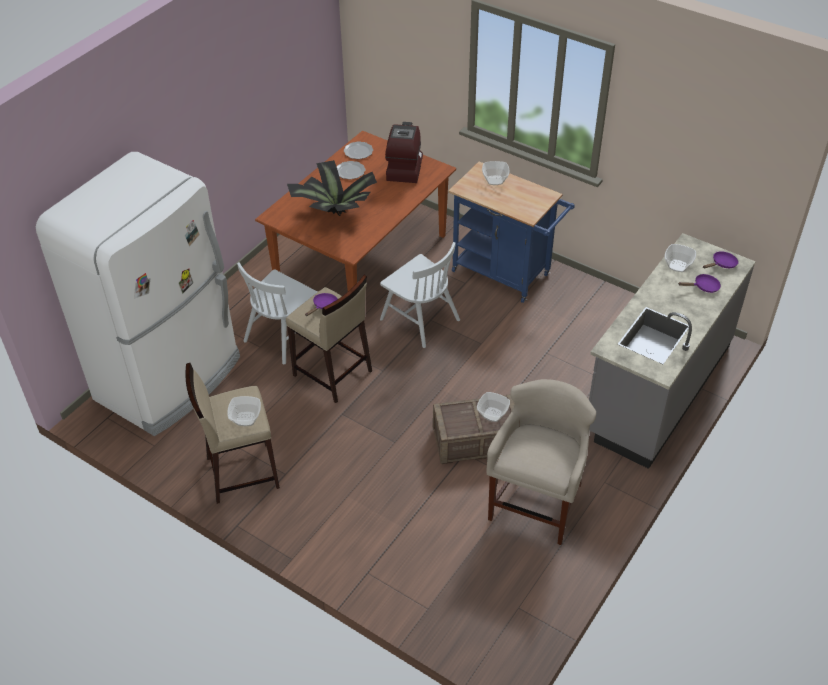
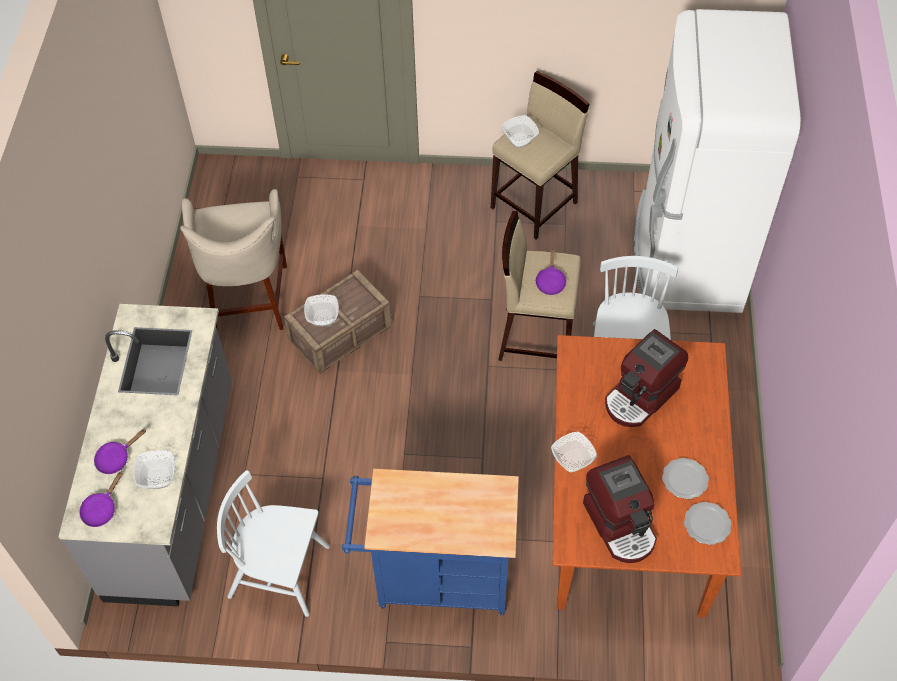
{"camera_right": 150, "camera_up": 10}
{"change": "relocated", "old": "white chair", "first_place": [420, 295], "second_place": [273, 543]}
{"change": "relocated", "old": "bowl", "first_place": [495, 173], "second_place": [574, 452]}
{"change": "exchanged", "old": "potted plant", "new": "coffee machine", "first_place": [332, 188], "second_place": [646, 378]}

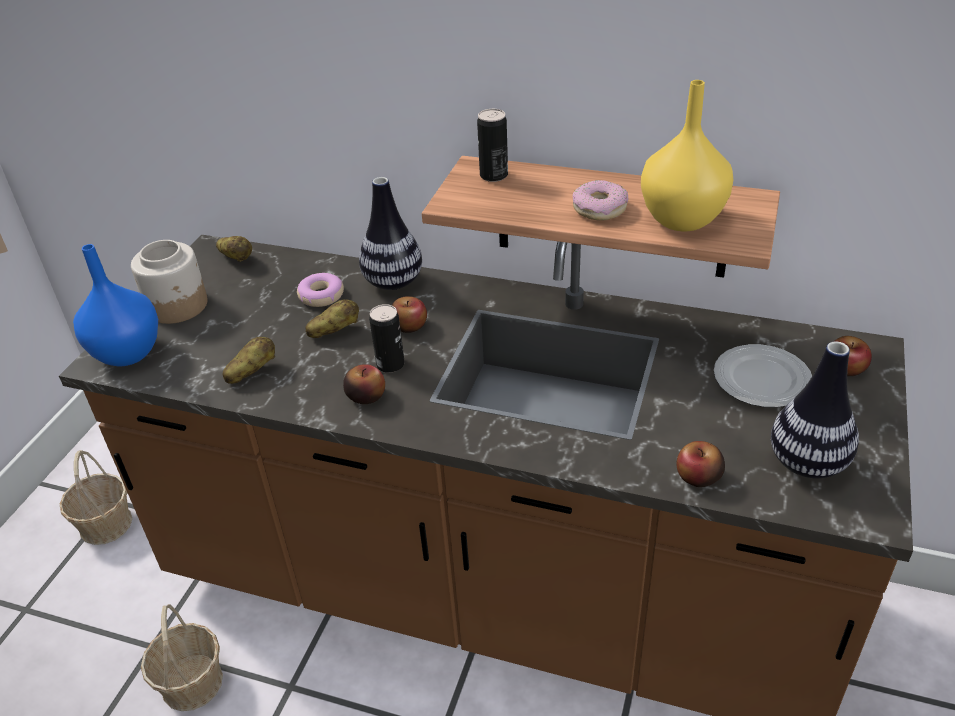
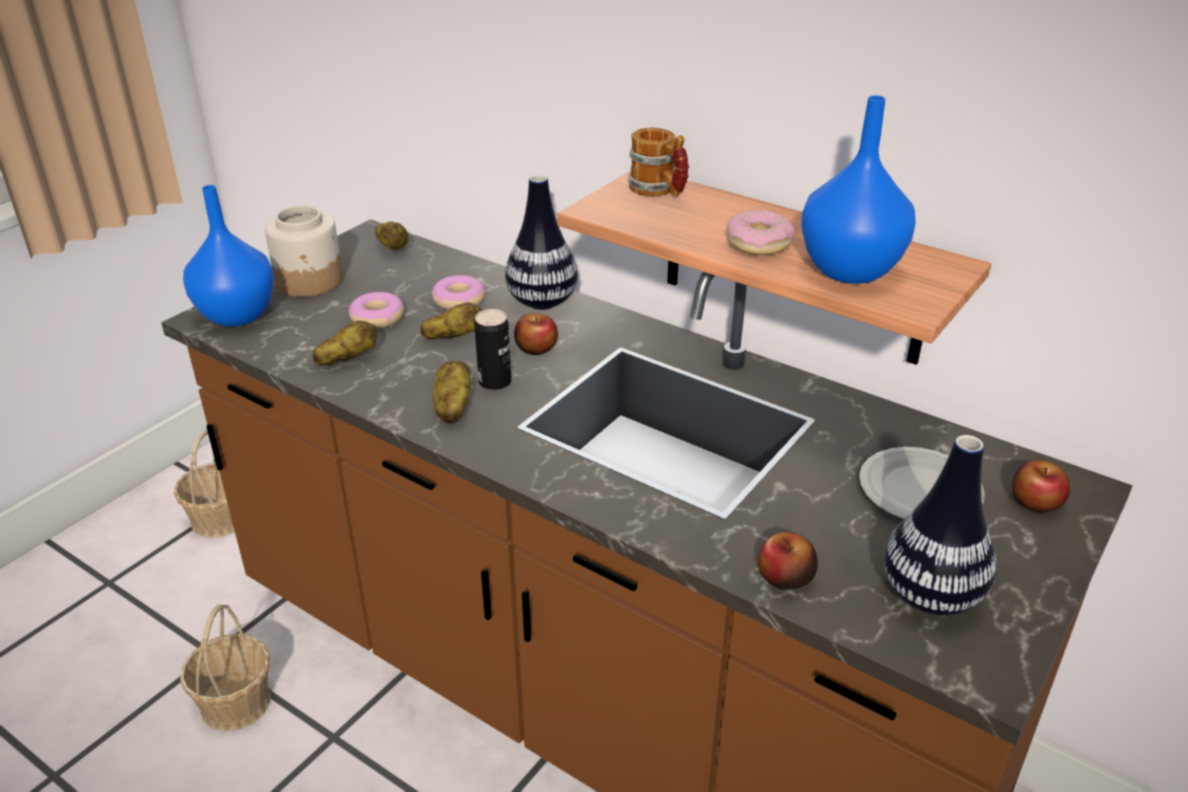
{"camera_right": 15, "camera_up": -5}
{"change": "appeared", "new": "donut", "second_place": [376, 310]}
{"change": "exchanged", "old": "apple", "new": "potato", "first_place": [364, 384], "second_place": [452, 392]}
{"change": "exchanged", "old": "can", "new": "mug", "first_place": [492, 145], "second_place": [658, 162]}
{"change": "colour", "old": "yellow vase", "new": "blue vase", "first_place": [687, 155], "second_place": [858, 189]}

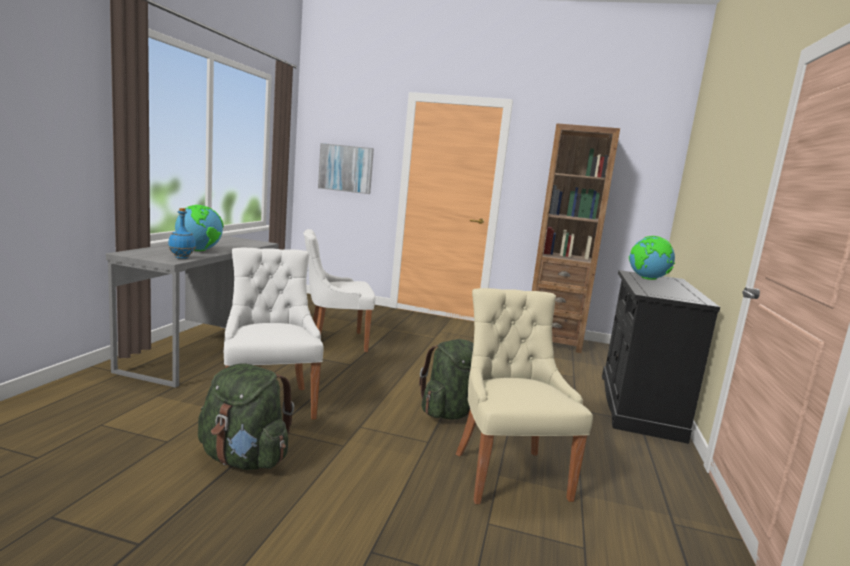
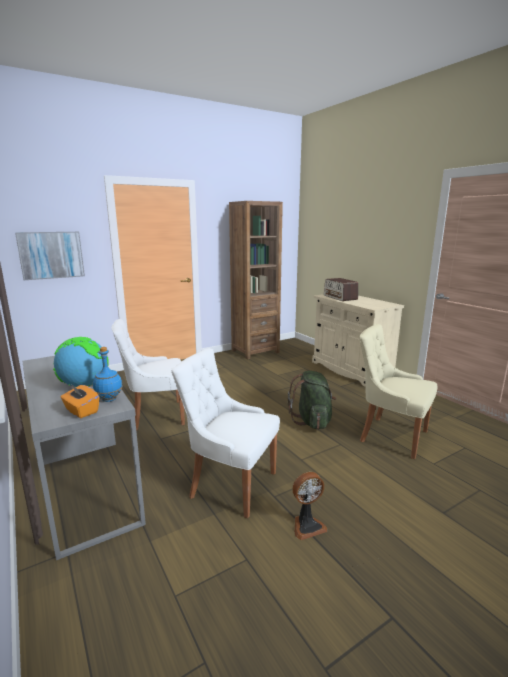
{"camera_right": -45, "camera_up": 5}
{"change": "appeared", "new": "orange tissue box", "second_place": [79, 401]}
{"change": "exchanged", "old": "green backpack", "new": "fan", "first_place": [246, 416], "second_place": [309, 506]}
{"change": "exchanged", "old": "globe", "new": "radio", "first_place": [652, 258], "second_place": [341, 289]}
{"change": "colour", "old": "black cabinet", "new": "beige cabinet", "first_place": [661, 357], "second_place": [358, 340]}
{"change": "spun", "old": "white chair", "first_place": [339, 290], "second_place": [148, 375], "degrees": 45}

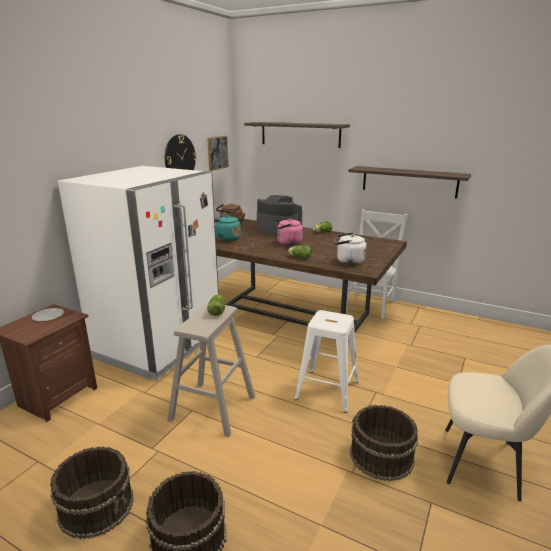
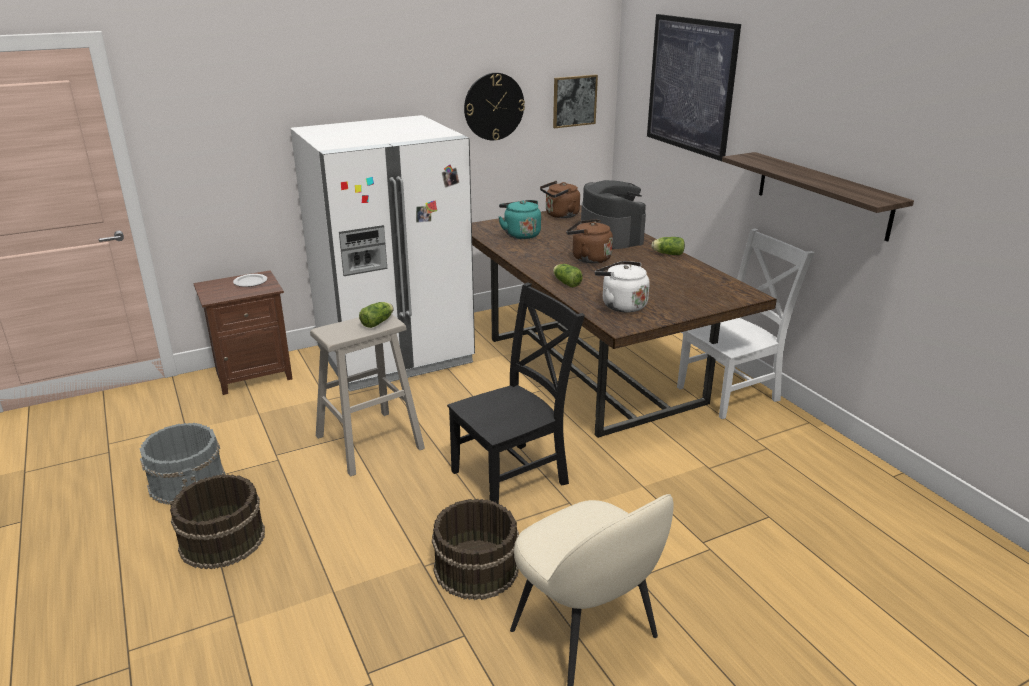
{"camera_right": 35, "camera_up": 5}
{"change": "exchanged", "old": "shelf", "new": "picture", "first_place": [297, 135], "second_place": [694, 87]}
{"change": "exchanged", "old": "white stool", "new": "black chair", "first_place": [326, 361], "second_place": [516, 393]}
{"change": "colour", "old": "brown bucket", "new": "grey bucket", "first_place": [92, 492], "second_place": [182, 464]}
{"change": "colour", "old": "pink kettle", "new": "brown kettle", "first_place": [288, 231], "second_place": [589, 241]}

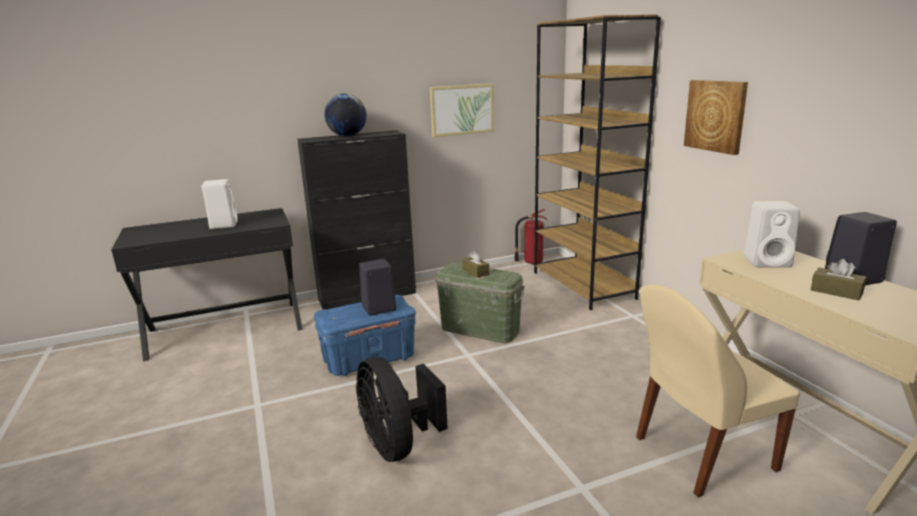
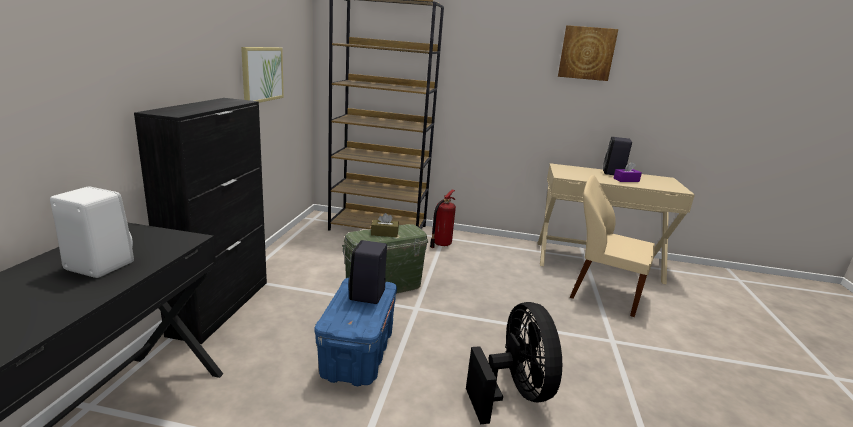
{"camera_right": -60, "camera_up": 0}
{"change": "missing", "old": "globe", "first_place": [345, 115]}
{"change": "missing", "old": "white speaker", "first_place": [772, 234]}
{"change": "relocated", "old": "fire extinguisher", "first_place": [530, 237], "second_place": [443, 218]}
{"change": "relocated", "old": "picture", "first_place": [716, 117], "second_place": [588, 53]}
{"change": "colour", "old": "brown tissue box", "new": "purple tissue box", "first_place": [839, 279], "second_place": [627, 172]}
{"change": "spun", "old": "black fan", "first_place": [402, 409], "second_place": [514, 363], "degrees": -105}
{"change": "spun", "old": "beige chair", "first_place": [718, 391], "second_place": [612, 246], "degrees": 105}

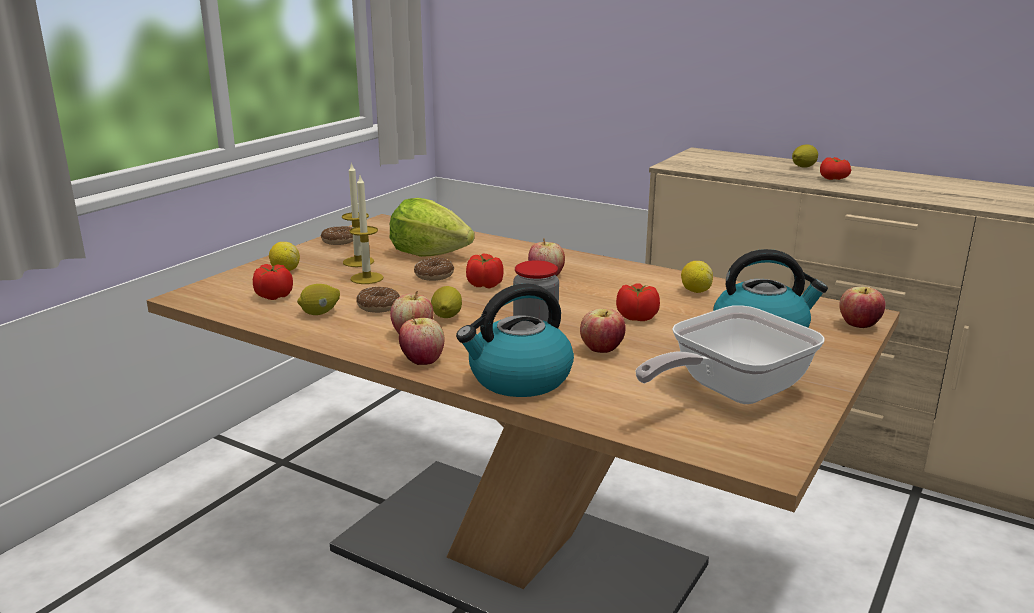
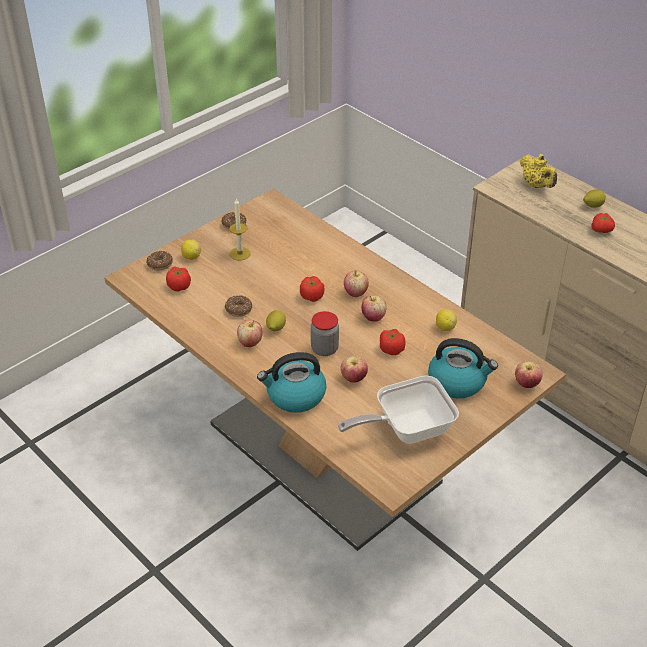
{"camera_right": 15, "camera_up": 20}
{"change": "missing", "old": "lemon", "first_place": [318, 299]}
{"change": "missing", "old": "candle", "first_place": [366, 230]}
{"change": "missing", "old": "lettuce", "first_place": [432, 227]}
{"change": "appeared", "new": "yellow teapot", "second_place": [538, 171]}
{"change": "relocated", "old": "apple", "first_place": [422, 340], "second_place": [374, 308]}
{"change": "relocated", "old": "donut", "first_place": [434, 269], "second_place": [159, 260]}

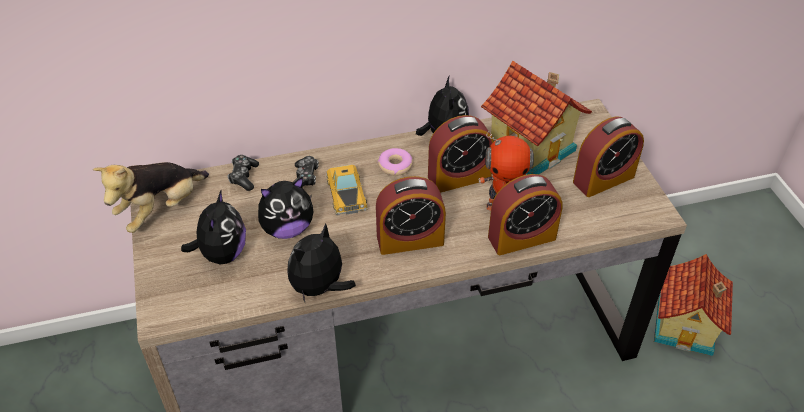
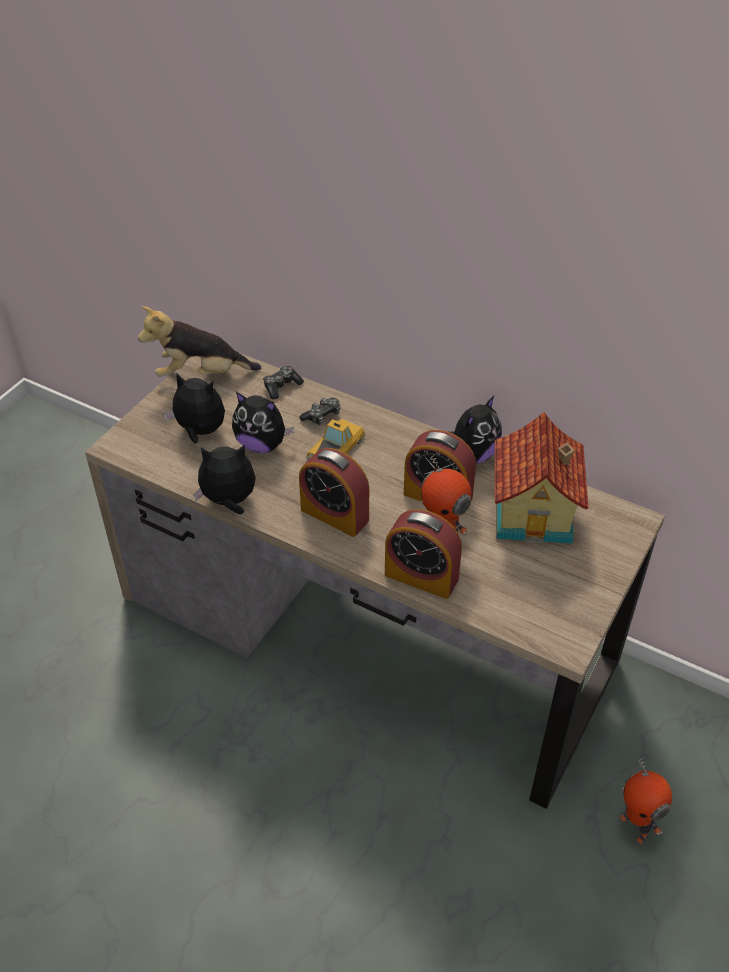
{"camera_right": 45, "camera_up": 0}
{"change": "missing", "old": "donut", "first_place": [395, 162]}
{"change": "missing", "old": "alarm clock", "first_place": [608, 157]}
{"change": "exchanged", "old": "toy house", "new": "toy robot", "first_place": [693, 305], "second_place": [646, 801]}
{"change": "spun", "old": "plush toy", "first_place": [213, 226], "second_place": [194, 408], "degrees": -120}

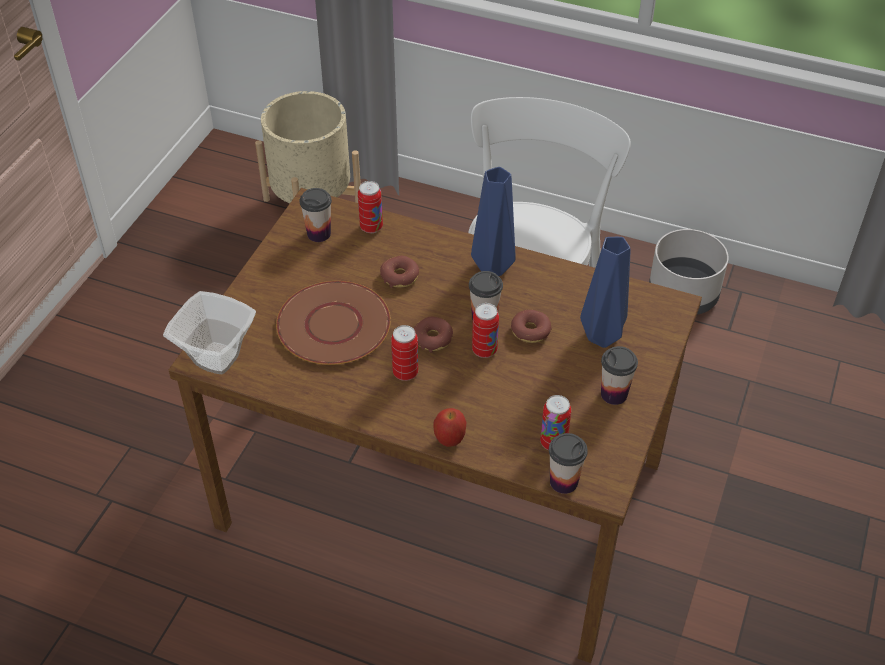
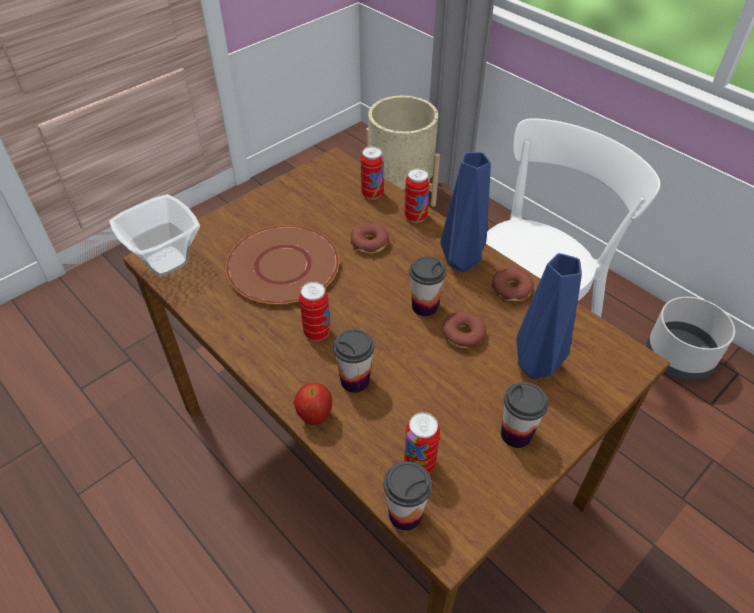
{"camera_right": 25, "camera_up": 0}
{"change": "relocated", "old": "cup", "first_place": [316, 215], "second_place": [353, 361]}
{"change": "relocated", "old": "donut", "first_place": [433, 335], "second_place": [513, 284]}
{"change": "relocated", "old": "can", "first_place": [485, 330], "second_place": [417, 195]}

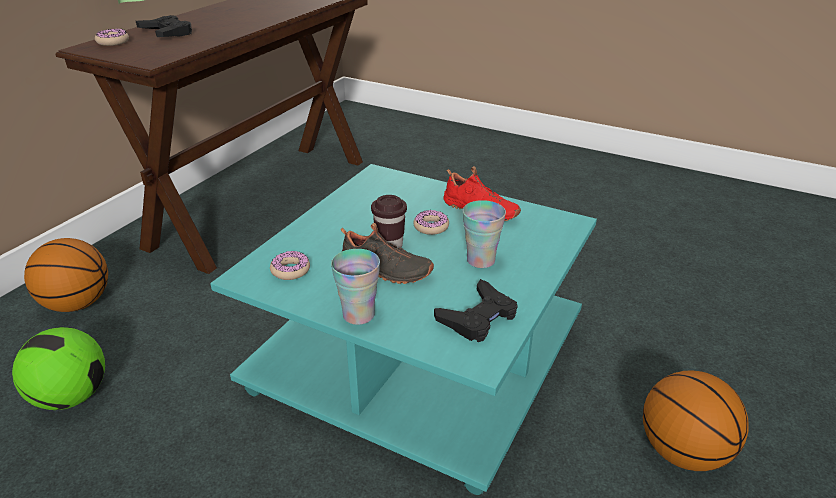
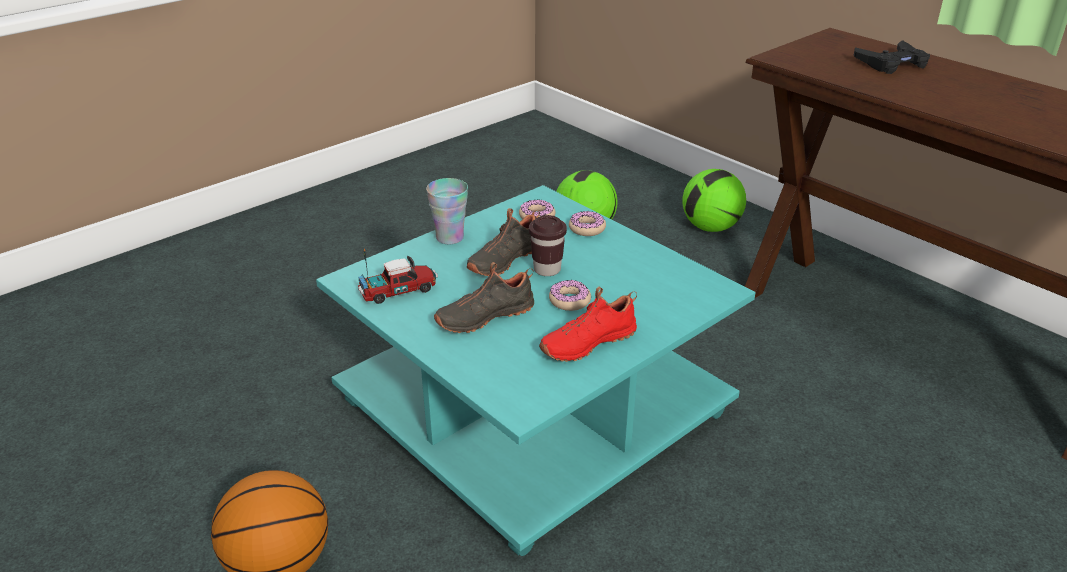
{"camera_right": 110, "camera_up": 0}
{"change": "relocated", "old": "donut", "first_place": [112, 37], "second_place": [587, 223]}
{"change": "exchanged", "old": "basketball", "new": "football", "first_place": [66, 275], "second_place": [714, 200]}
{"change": "exchanged", "old": "black game controller", "new": "toy truck", "first_place": [476, 310], "second_place": [398, 276]}
{"change": "exchanged", "old": "cup", "new": "black shoe", "first_place": [484, 234], "second_place": [484, 297]}

